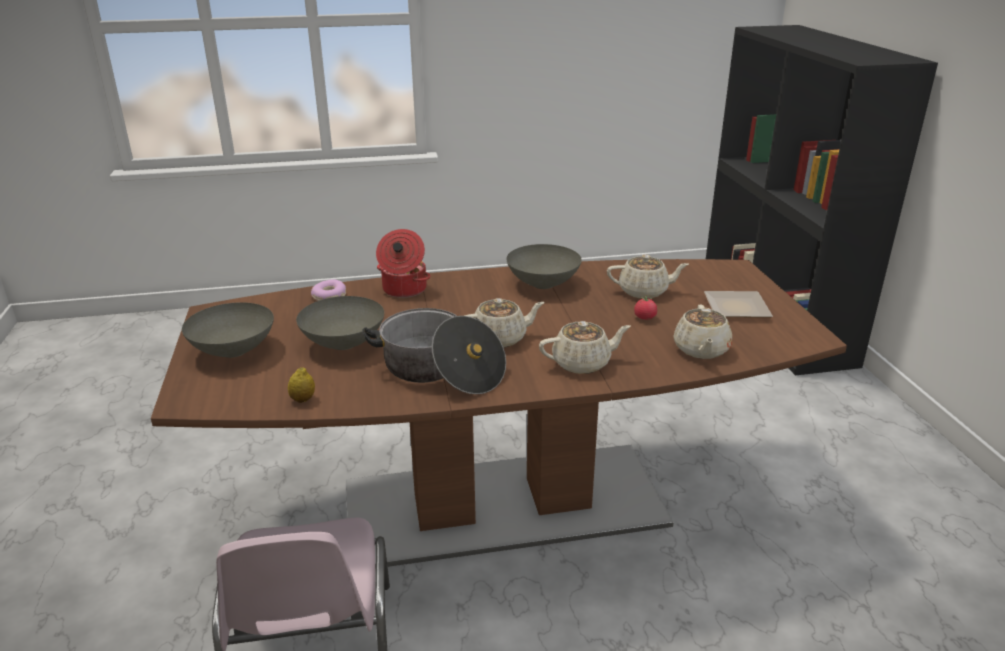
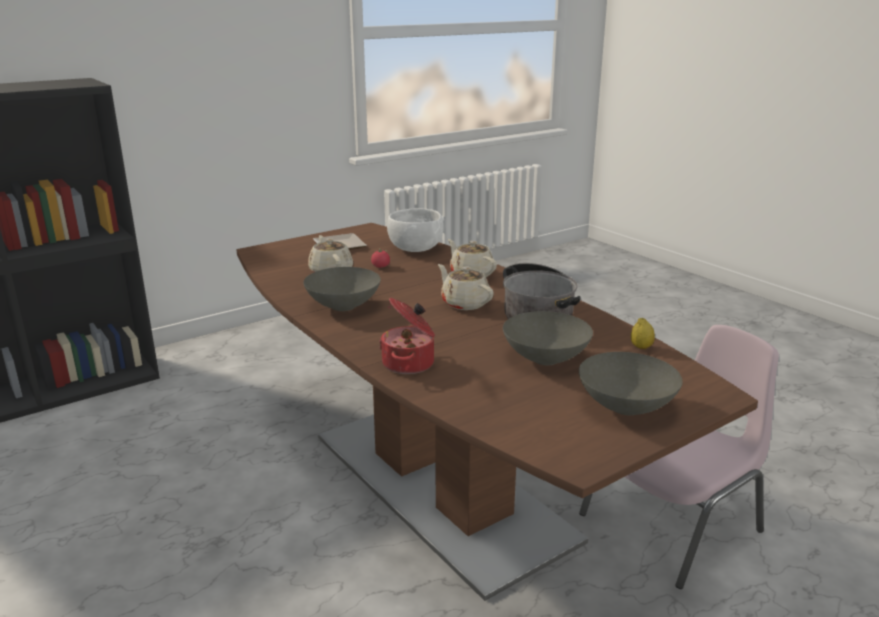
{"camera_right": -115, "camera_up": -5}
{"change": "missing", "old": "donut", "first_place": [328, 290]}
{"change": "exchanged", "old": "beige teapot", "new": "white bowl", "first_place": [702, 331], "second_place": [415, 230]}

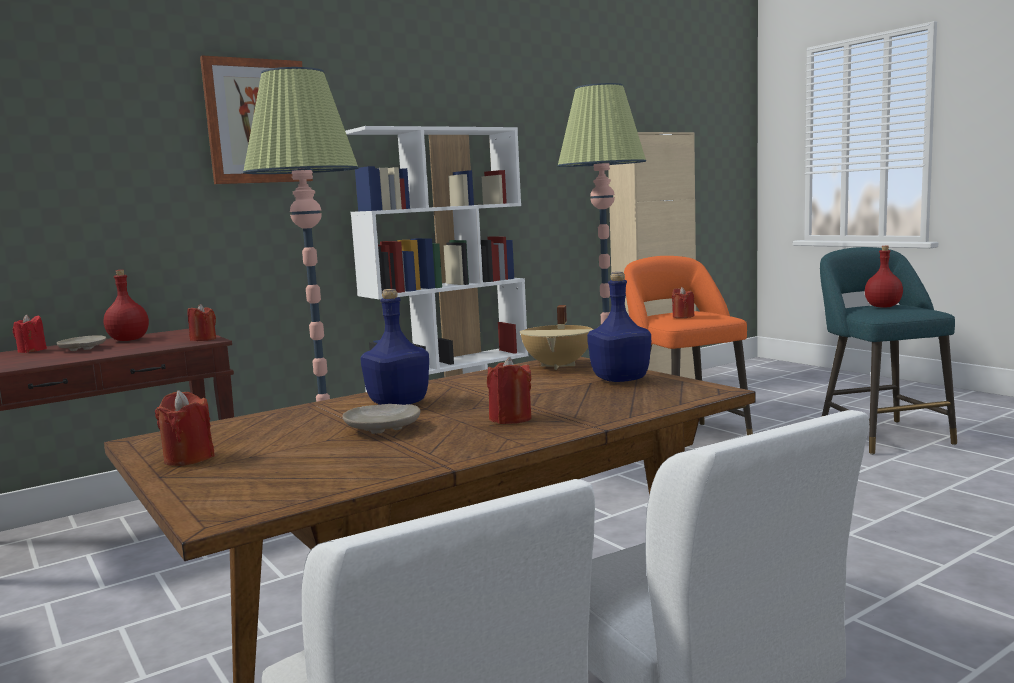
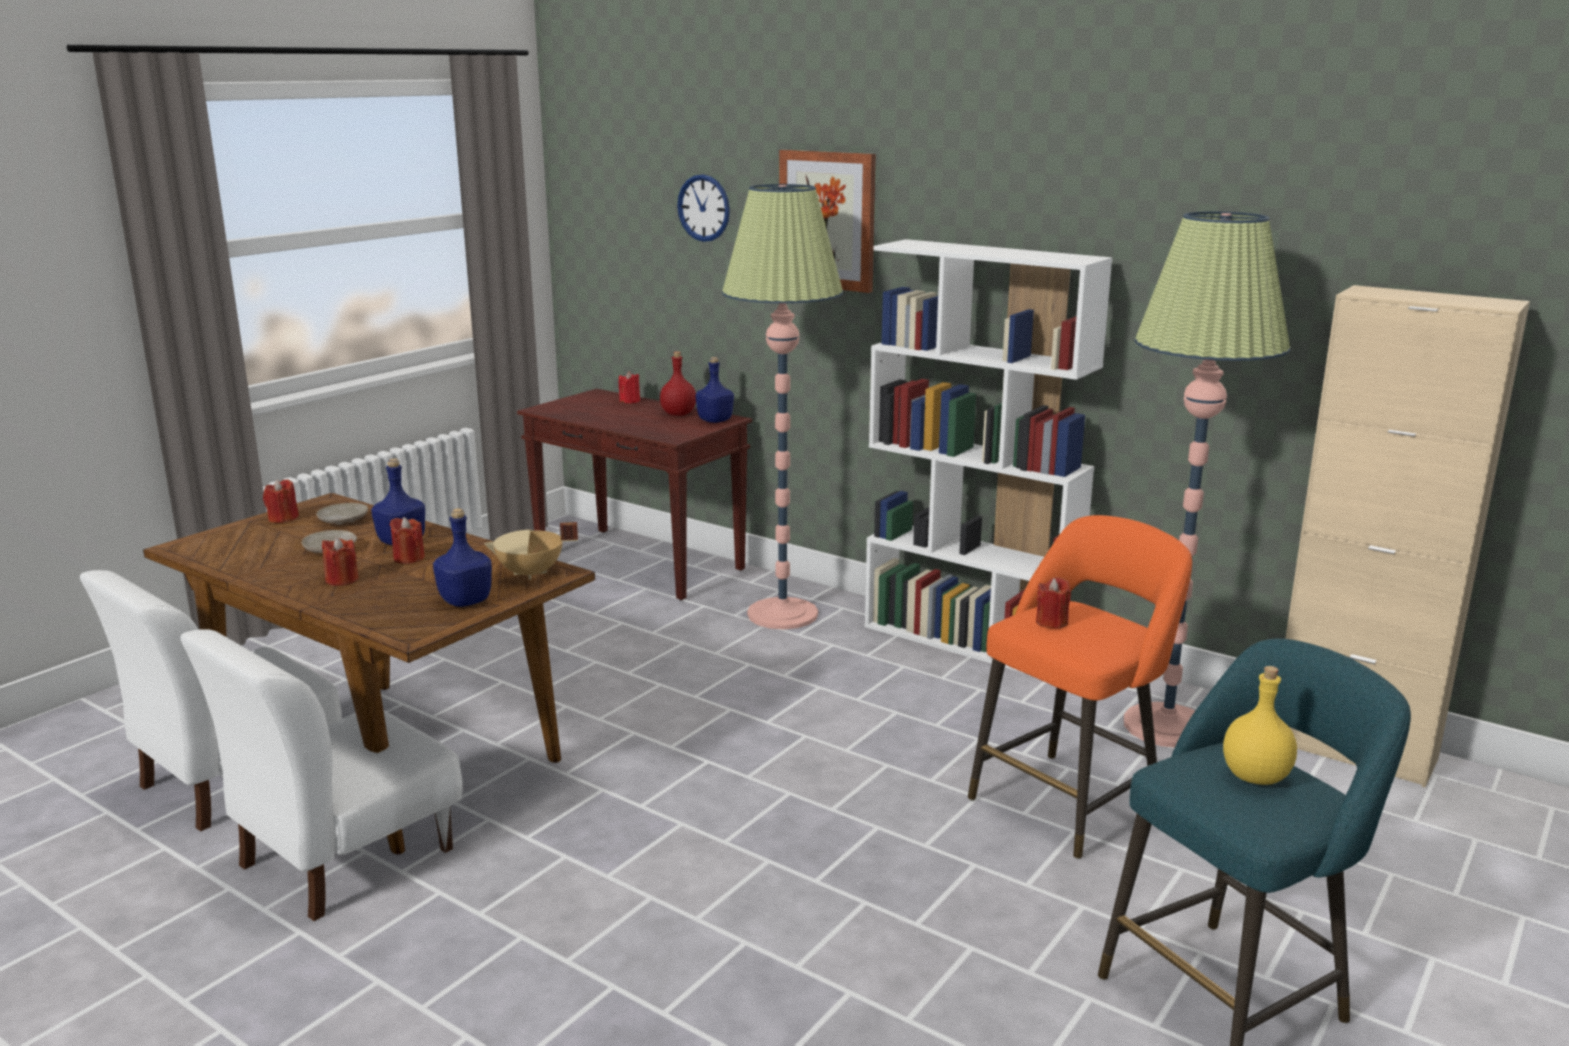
{"camera_right": 70, "camera_up": 10}
{"change": "appeared", "new": "wall clock", "second_place": [703, 208]}
{"change": "appeared", "new": "blue bottle", "second_place": [714, 390]}
{"change": "relocated", "old": "beige plate", "first_place": [81, 343], "second_place": [342, 514]}
{"change": "relocated", "old": "red candle", "first_place": [201, 322], "second_place": [407, 540]}
{"change": "colour", "old": "red bottle", "new": "yellow bottle", "first_place": [884, 276], "second_place": [1260, 725]}

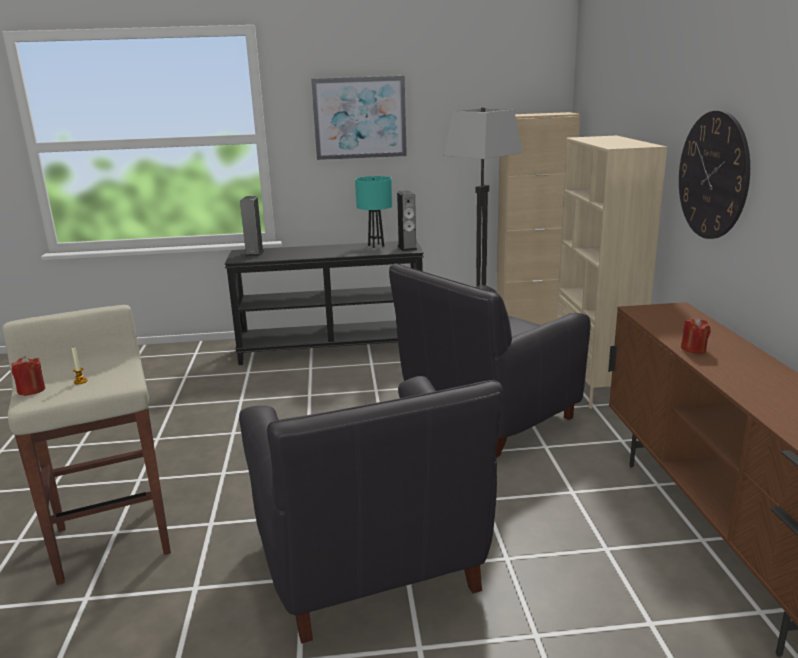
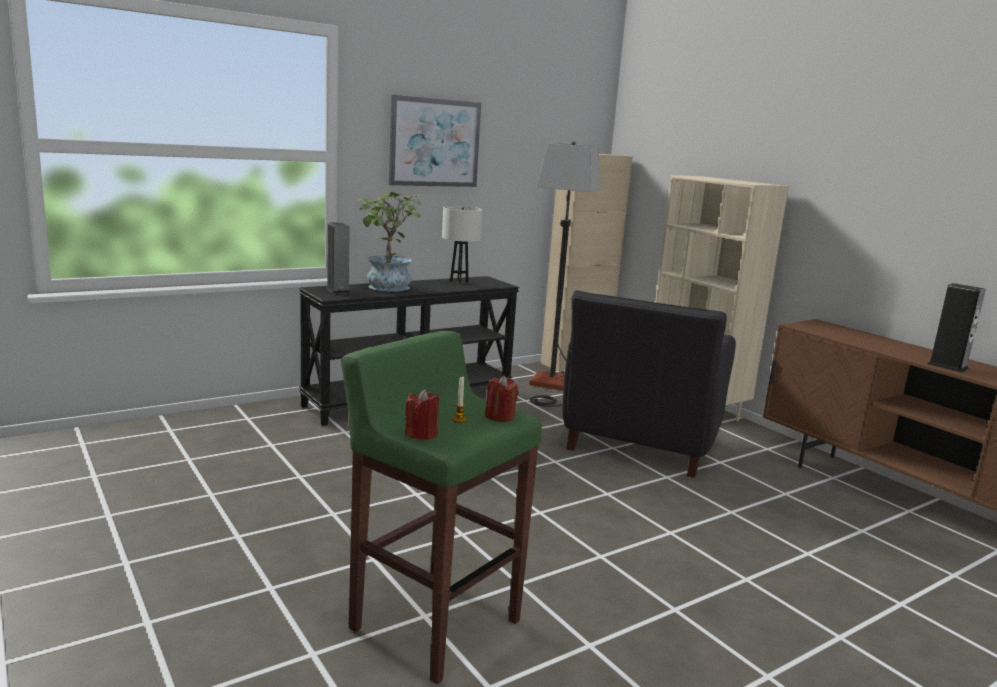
{"camera_right": -30, "camera_up": -5}
{"change": "missing", "old": "black armchair", "first_place": [371, 510]}
{"change": "missing", "old": "wall clock", "first_place": [714, 174]}
{"change": "appeared", "new": "potted plant", "second_place": [389, 242]}
{"change": "relocated", "old": "speaker", "first_place": [407, 221], "second_place": [956, 327]}
{"change": "relocated", "old": "red candle", "first_place": [696, 335], "second_place": [501, 399]}
{"change": "colour", "old": "beige stool", "new": "green stool", "first_place": [86, 445], "second_place": [441, 507]}
{"change": "colour", "old": "turquoise table lamp", "new": "white table lamp", "first_place": [373, 212], "second_place": [462, 245]}

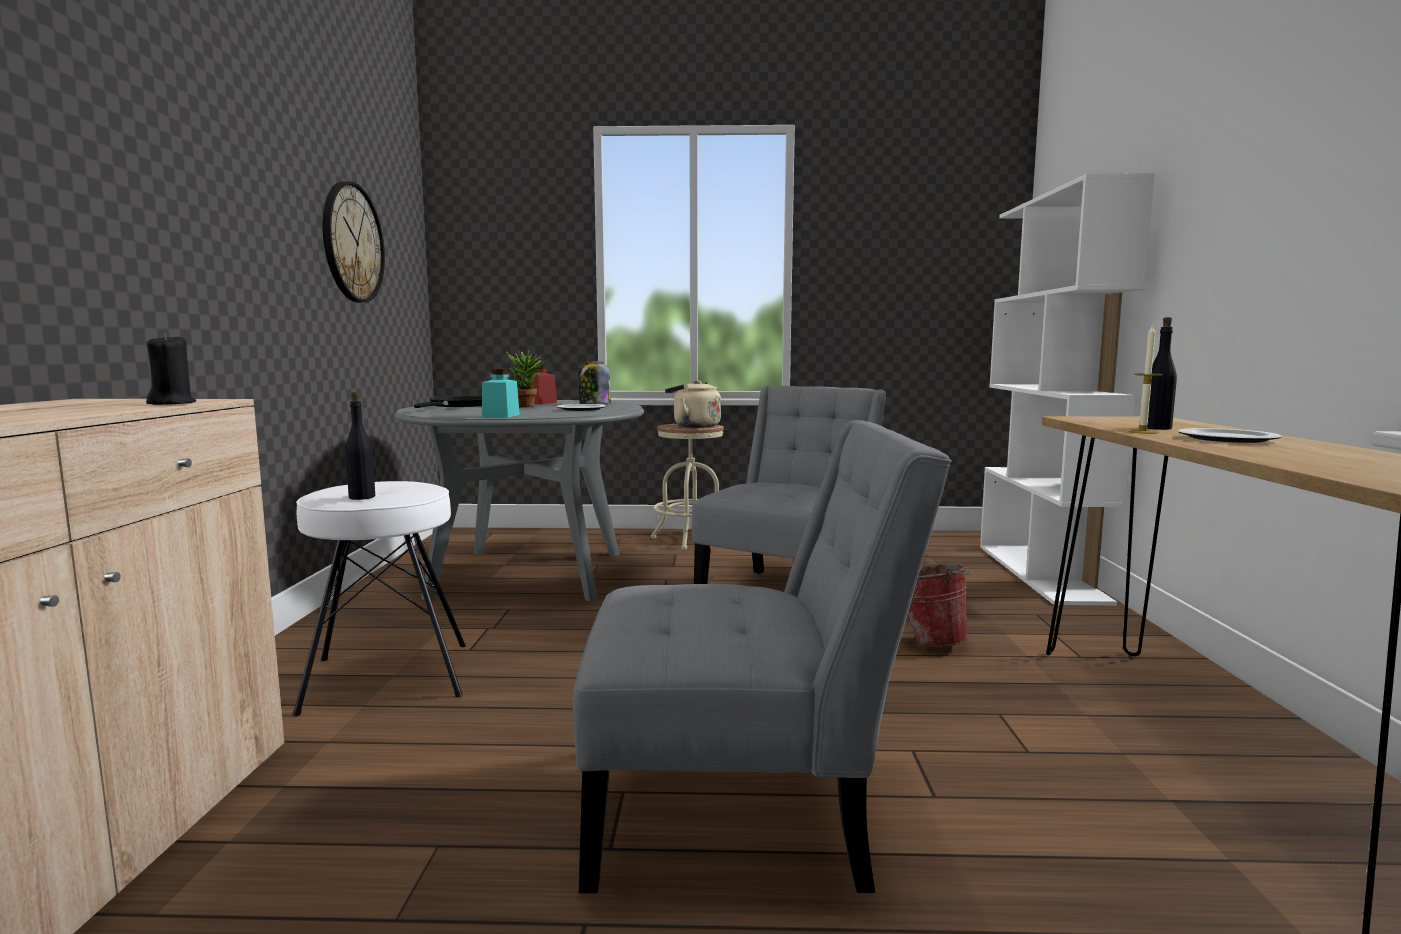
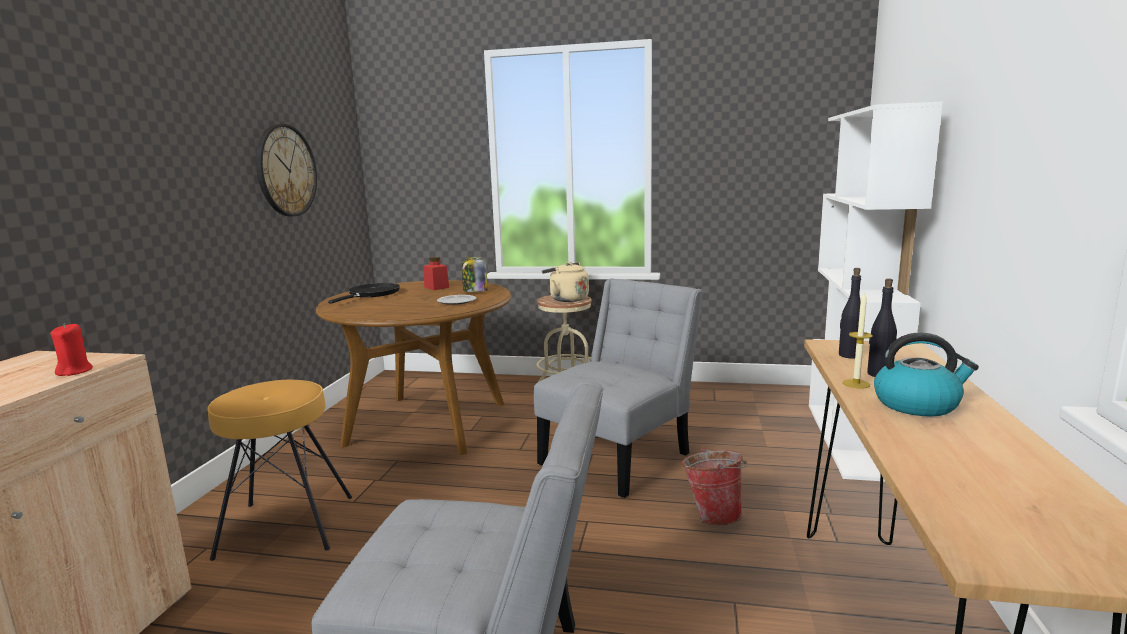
{"camera_right": 10, "camera_up": 5}
{"change": "missing", "old": "turquoise jar", "first_place": [501, 393]}
{"change": "missing", "old": "potted plant", "first_place": [528, 378]}
{"change": "relocated", "old": "black bottle", "first_place": [360, 446], "second_place": [850, 313]}
{"change": "exchanged", "old": "plate", "new": "kettle", "first_place": [1230, 435], "second_place": [926, 374]}
{"change": "colour", "old": "black candle", "new": "red candle", "first_place": [171, 369], "second_place": [72, 349]}
{"change": "colour", "old": "white stool", "new": "brown stool", "first_place": [379, 599], "second_place": [279, 470]}
{"change": "colour", "old": "grey dining table", "new": "brown dining table", "first_place": [519, 501], "second_place": [414, 367]}

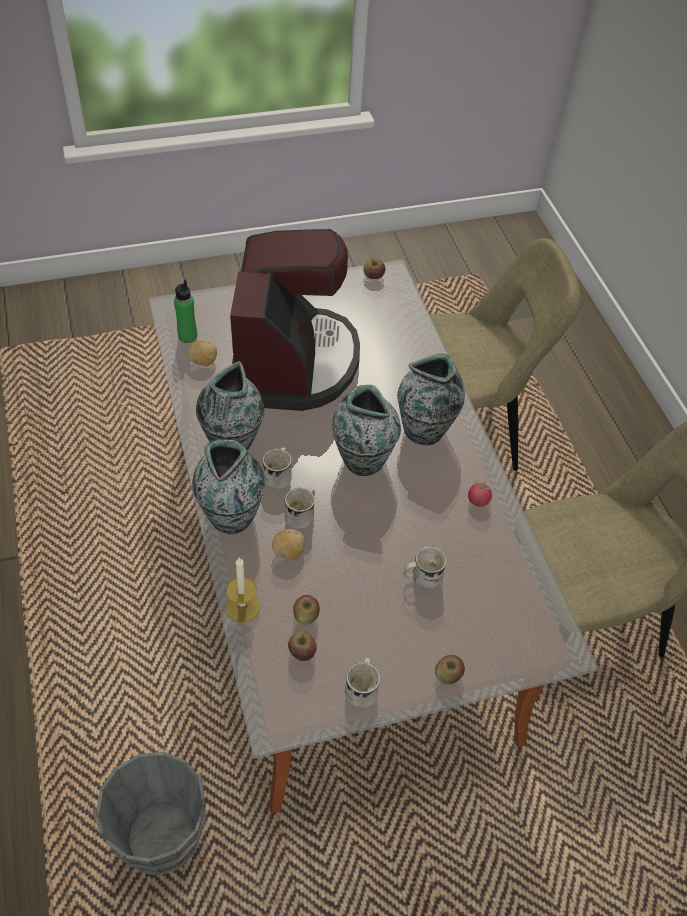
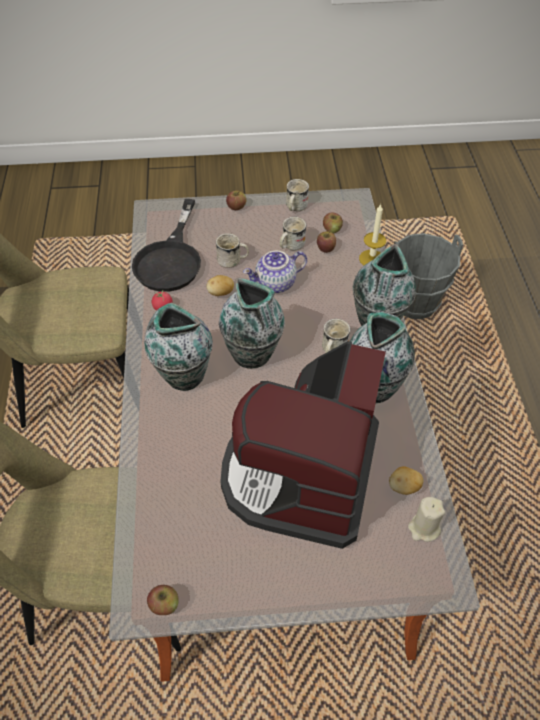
{"camera_right": -165, "camera_up": 0}
{"change": "appeared", "new": "black frying pan", "second_place": [166, 245]}
{"change": "appeared", "new": "teapot", "second_place": [275, 272]}
{"change": "relocated", "old": "potato", "first_place": [288, 544], "second_place": [220, 285]}
{"change": "relocated", "old": "white mug", "first_place": [300, 508], "second_place": [293, 234]}
{"change": "exchanged", "old": "green bottle", "new": "beige candle", "first_place": [185, 311], "second_place": [426, 519]}

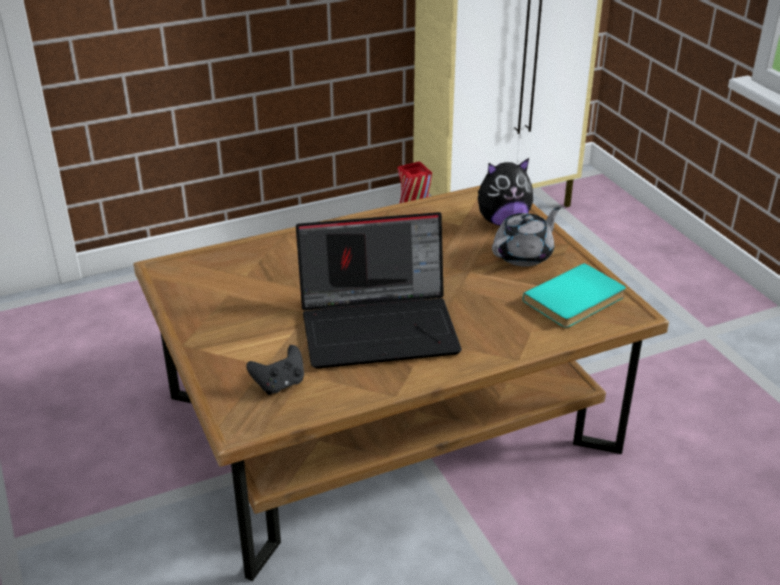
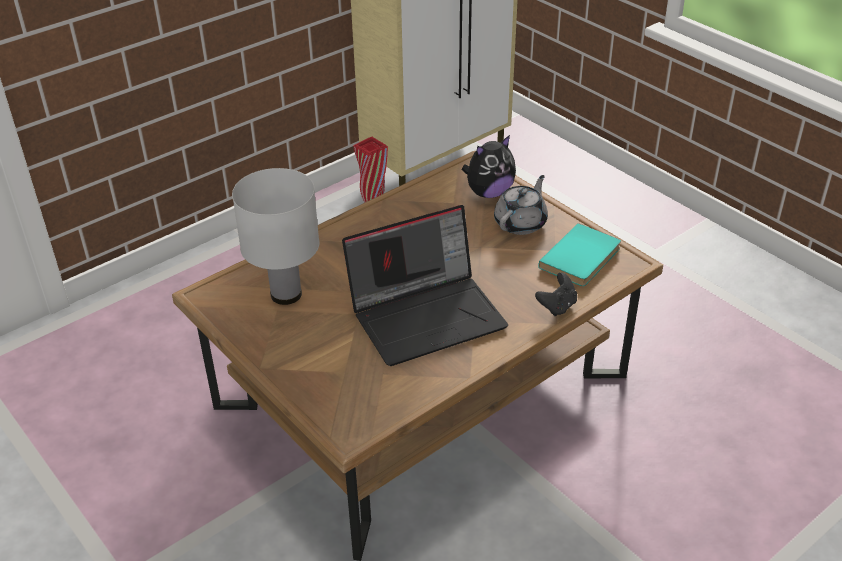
{"camera_right": -15, "camera_up": 5}
{"change": "appeared", "new": "white table lamp", "second_place": [276, 236]}
{"change": "relocated", "old": "black game controller", "first_place": [275, 370], "second_place": [556, 295]}

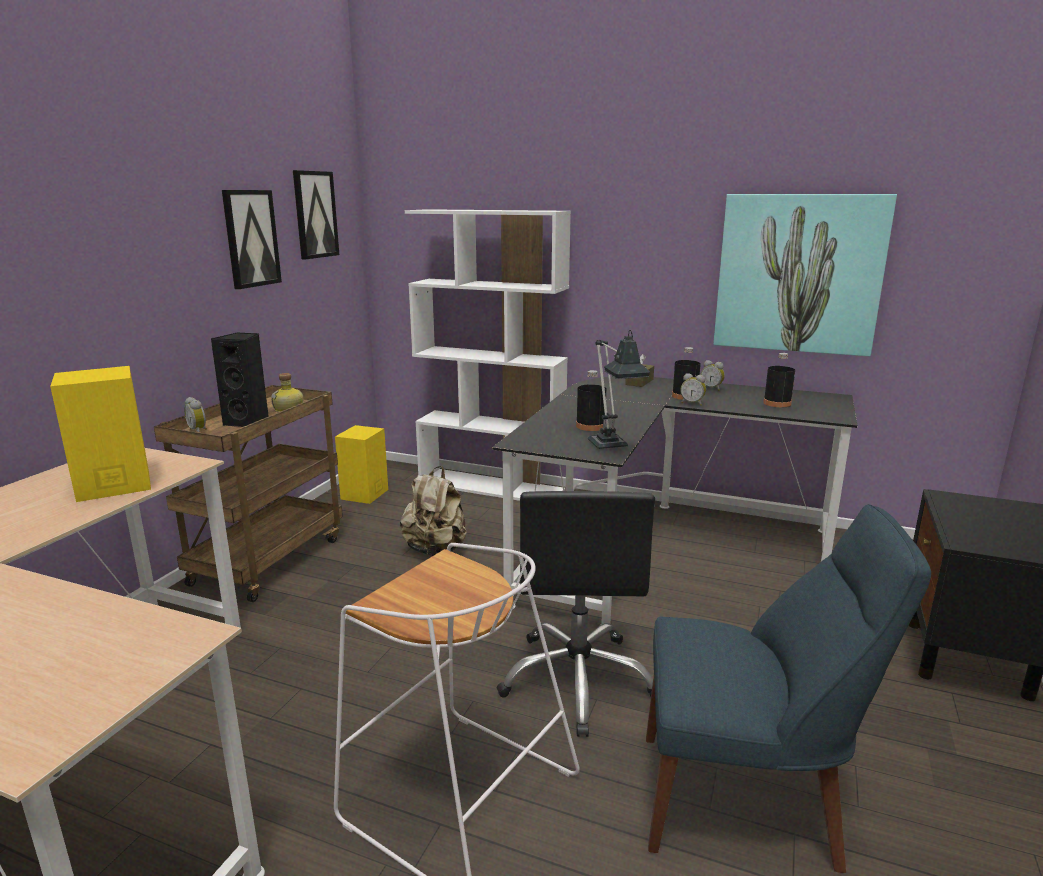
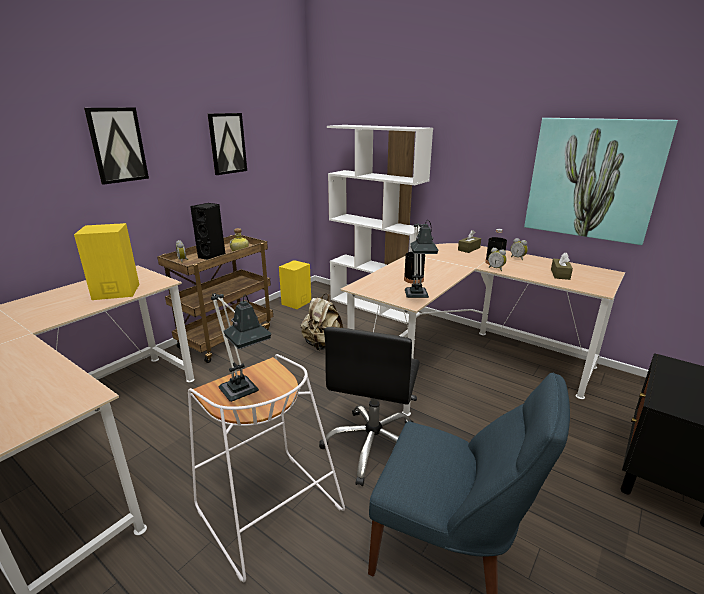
{"camera_right": 15, "camera_up": 5}
{"change": "appeared", "new": "table lamp", "second_place": [241, 347]}
{"change": "relocated", "old": "picture", "first_place": [316, 214], "second_place": [116, 146]}
{"change": "exchanged", "old": "black bottle", "new": "brown tissue box", "first_place": [779, 380], "second_place": [562, 266]}
{"change": "colour", "old": "black desk", "new": "beige desk", "first_place": [674, 501], "second_place": [482, 329]}

